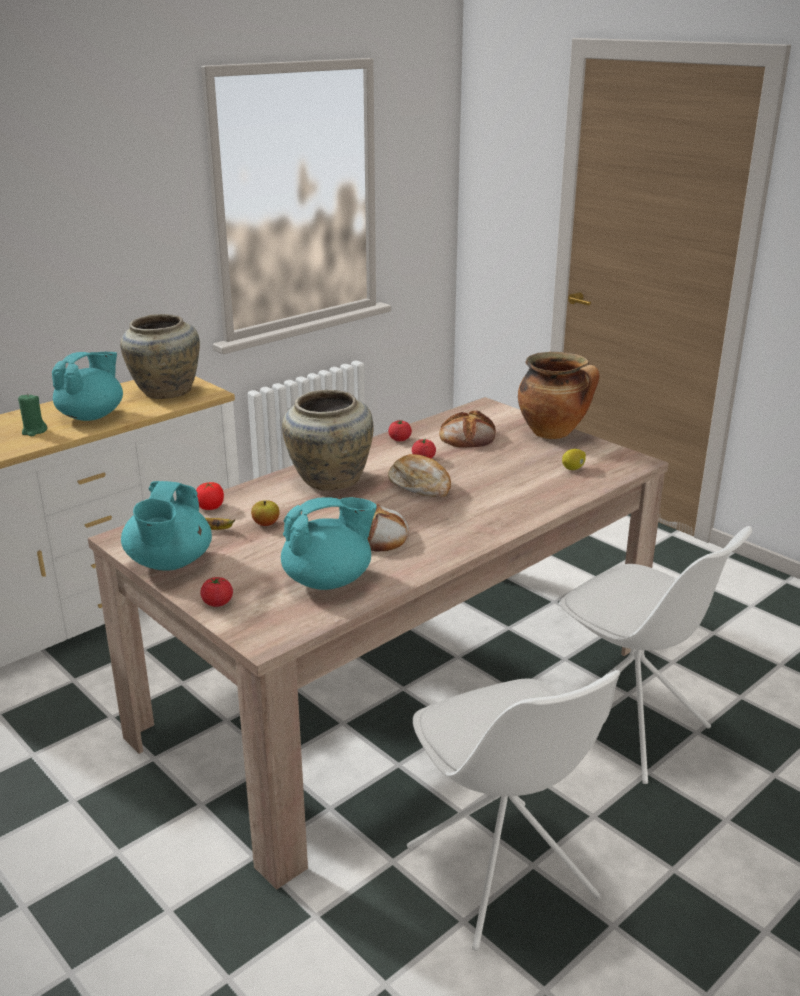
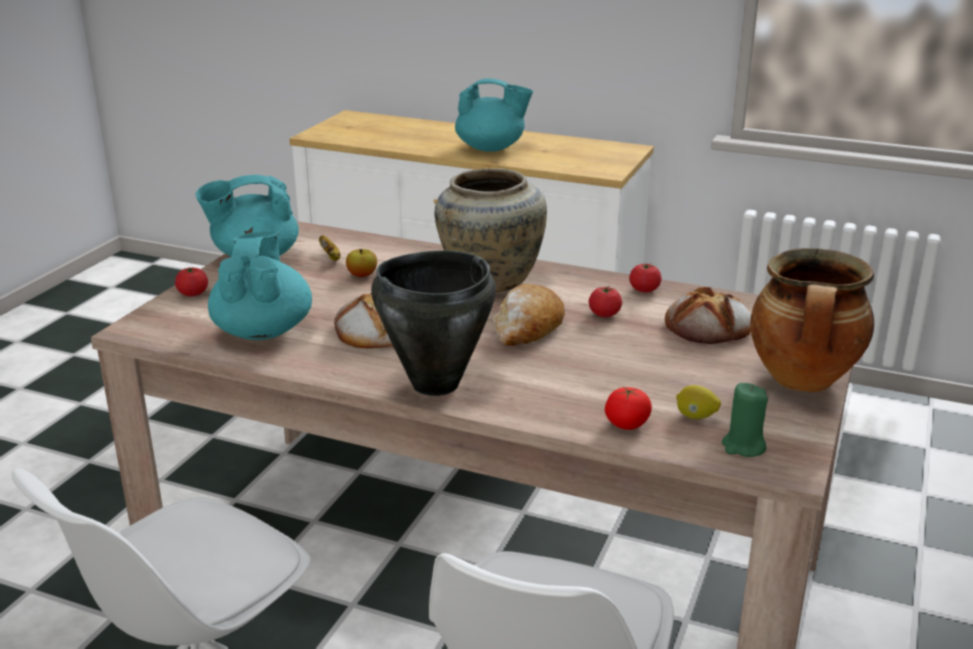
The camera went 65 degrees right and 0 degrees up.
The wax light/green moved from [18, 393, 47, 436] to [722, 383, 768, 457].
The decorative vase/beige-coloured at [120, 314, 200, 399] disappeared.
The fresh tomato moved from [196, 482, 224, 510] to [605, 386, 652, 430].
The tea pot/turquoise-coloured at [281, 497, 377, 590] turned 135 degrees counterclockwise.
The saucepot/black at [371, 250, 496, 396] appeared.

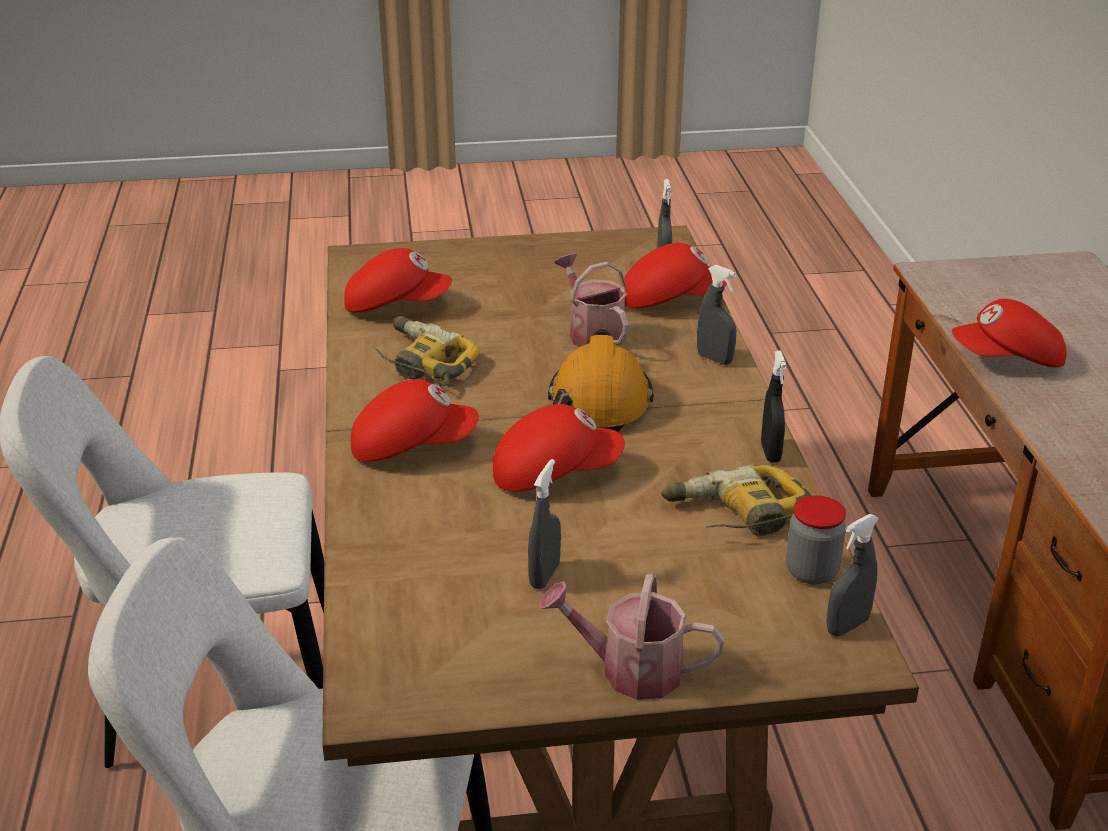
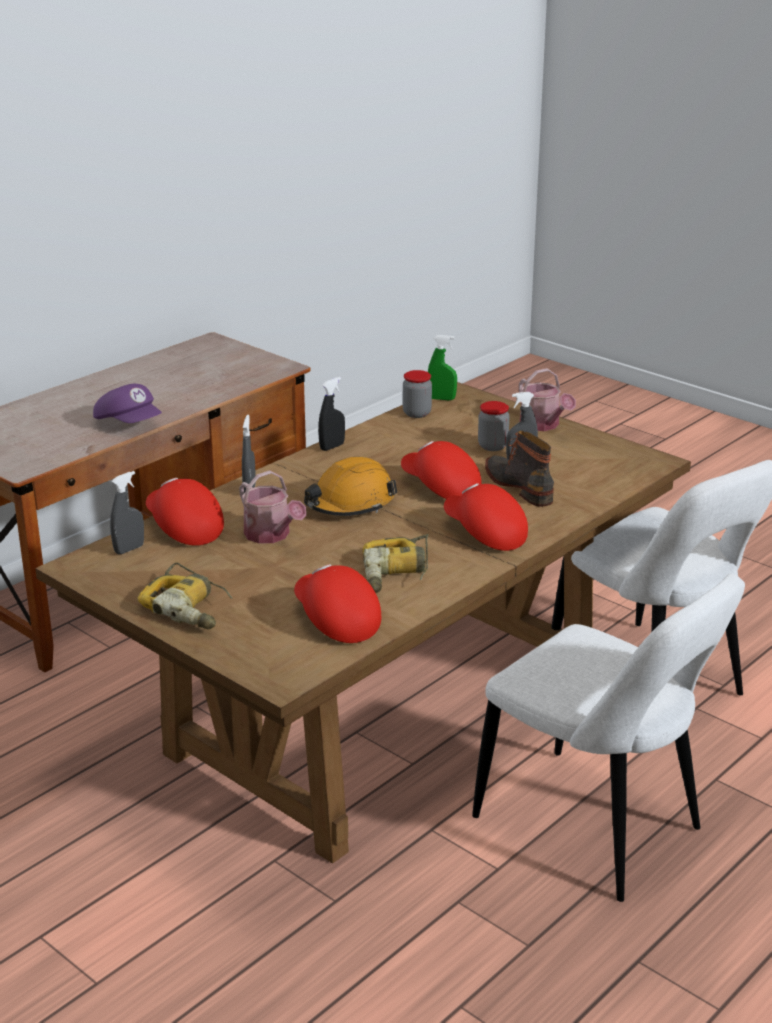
The camera went 130 degrees left and 5 degrees down.
The sprinkling can at [555, 253, 629, 347] turned 60 degrees counterclockwise.
The power drill moved from [661, 464, 811, 537] to [138, 563, 233, 629].
The hand sprayer/greyish at [827, 514, 879, 636] became the hand sprayer/green at [428, 335, 457, 400].
The cap/reddish at [952, 299, 1067, 367] became the cap/purple-coloured at [93, 384, 162, 423].
The storage jar at [478, 401, 510, 451] appeared.
The boot at [485, 430, 554, 507] appeared.

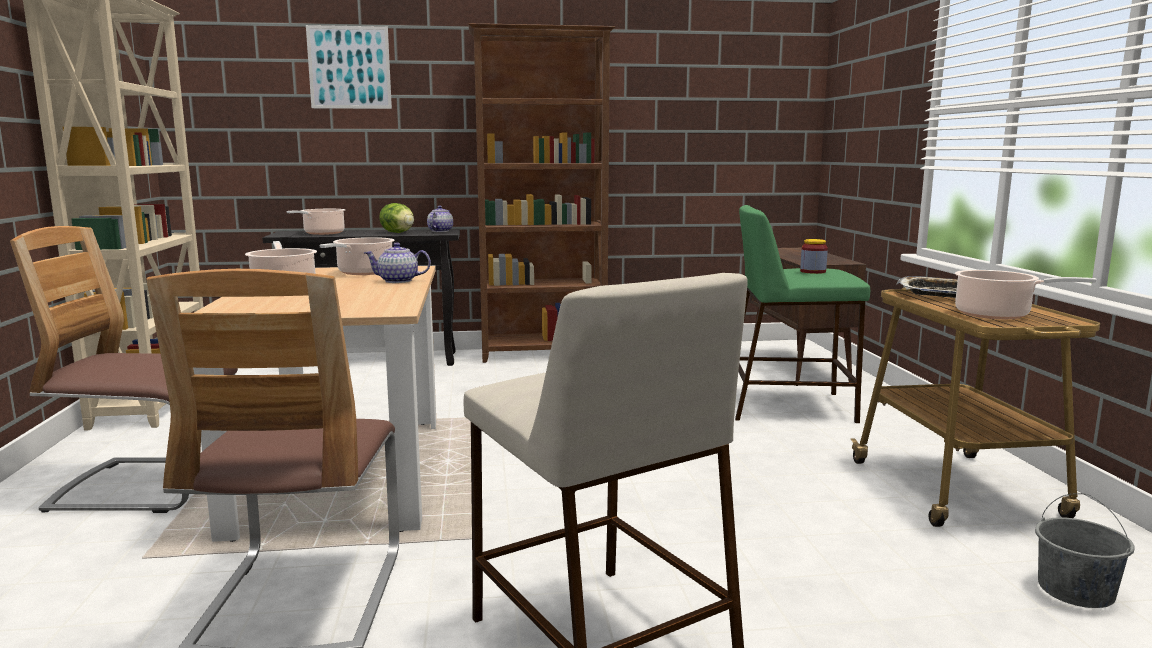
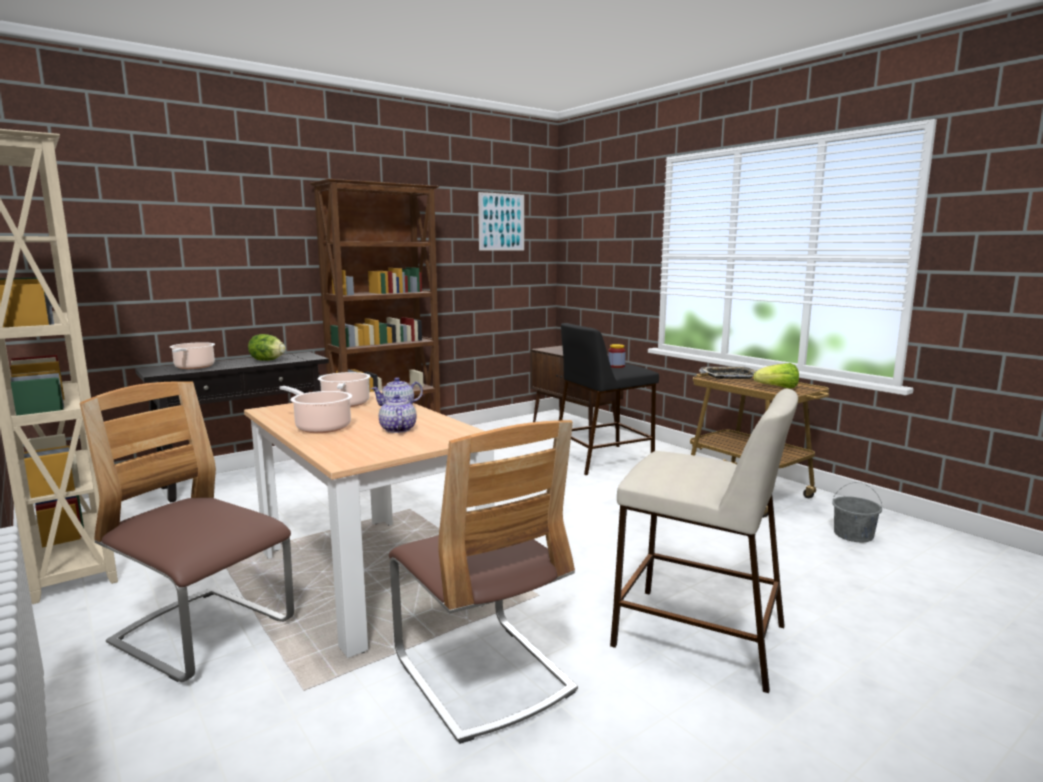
The camera went 30 degrees left and 0 degrees up.
The upright chair at [10, 226, 238, 513] turned 60 degrees clockwise.
The picture moved from [306, 25, 392, 109] to [478, 192, 524, 251].
The tea pot moved from [427, 206, 453, 232] to [379, 395, 416, 433].
The stool seat/green at [735, 205, 870, 423] became the stool seat/black at [559, 323, 659, 475].
The saucepot at [955, 270, 1096, 319] was replaced by the lettuce at [753, 363, 799, 388].

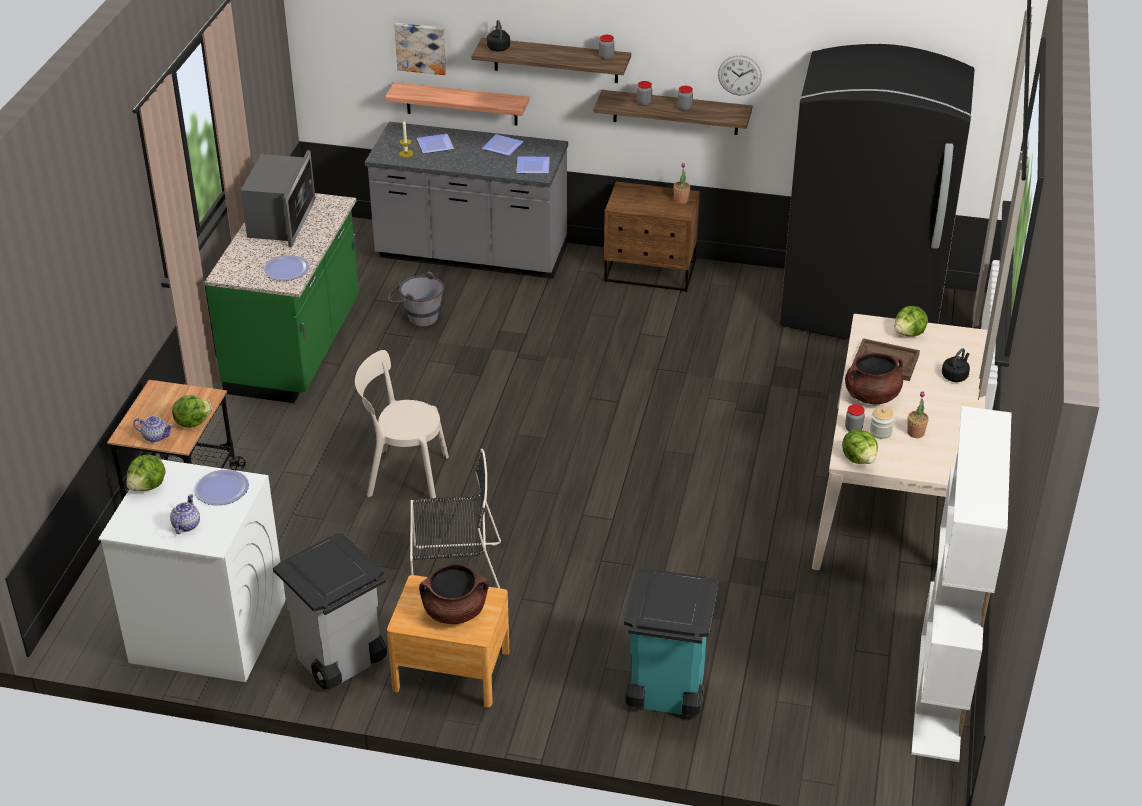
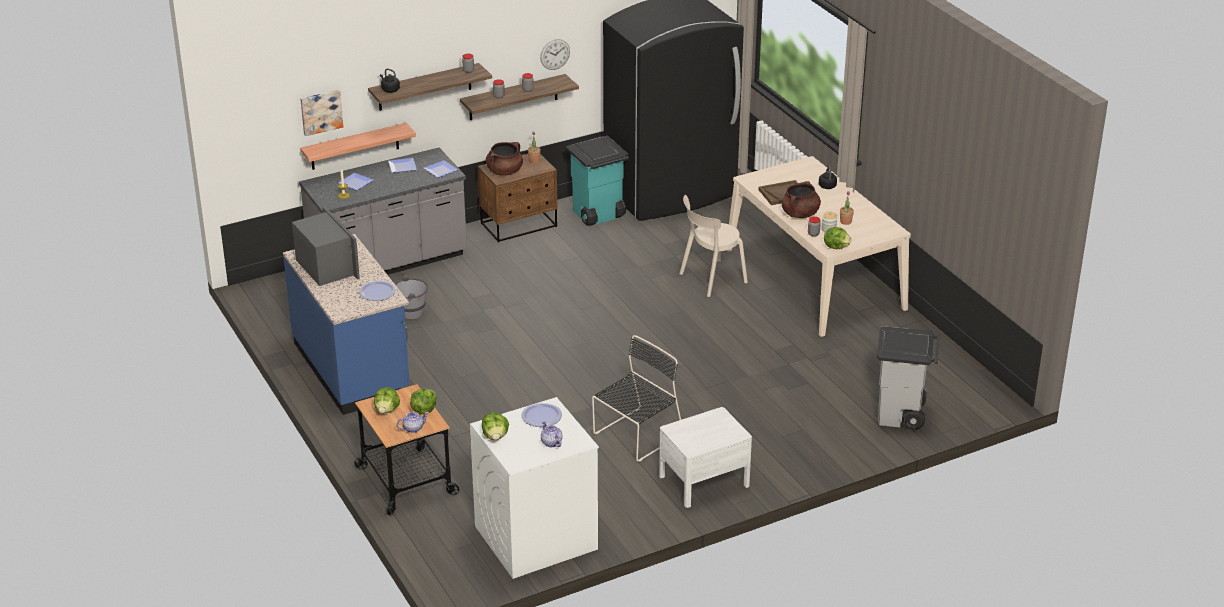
The camera went 40 degrees left and 5 degrees down.
The counter/green at [204, 193, 359, 403] became the counter/bluish at [283, 234, 410, 415].
The waste bin/greyish moved from [273, 532, 387, 689] to [877, 326, 939, 430].
The upright chair/beige-coloured moved from [355, 350, 449, 502] to [679, 195, 748, 297].
The bedside table/brown-coloured at [387, 575, 509, 707] became the bedside table/white at [659, 407, 752, 508].
The saucepot/brown-coloured moved from [419, 564, 489, 624] to [486, 142, 523, 176].
The waste bin/turquoise-coloured moved from [624, 569, 719, 716] to [566, 136, 629, 226].
The lettuce moved from [894, 306, 928, 336] to [374, 387, 400, 413].
The bookcase/white at [911, 406, 1012, 762] disappeared.

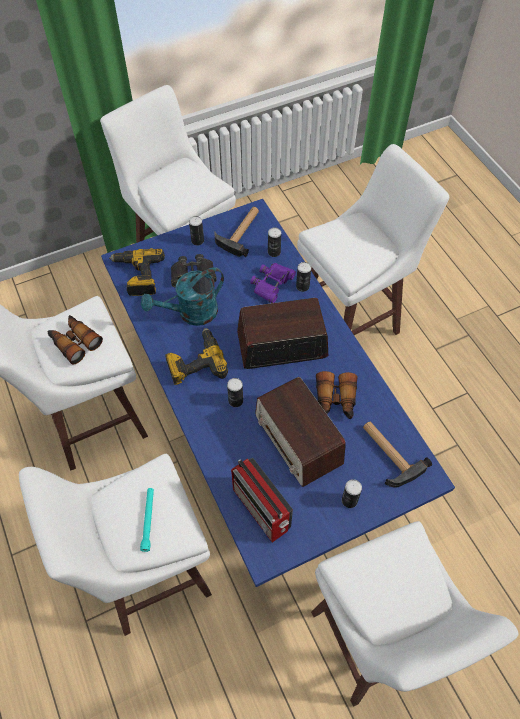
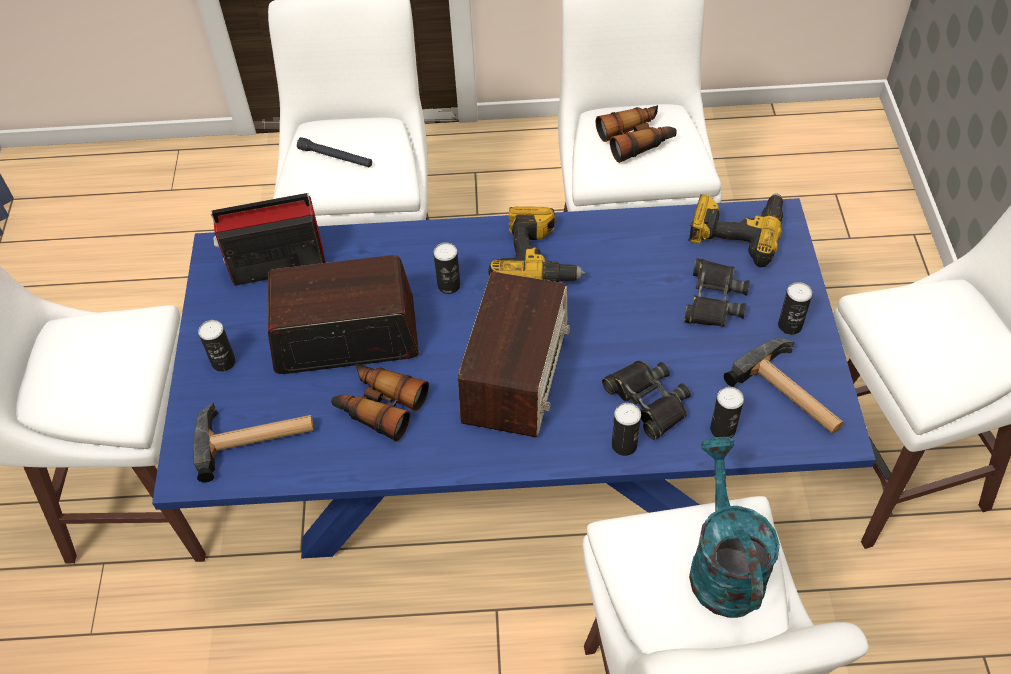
The camera went 115 degrees right and 5 degrees down.
The flashlight/turquoise-coloured at [140, 488, 154, 552] became the flashlight/black at [297, 137, 372, 167].
The sprinkling can/turquoise-coloured moved from [141, 267, 224, 326] to [689, 437, 780, 618].
The field glasses/purple-coloured at [250, 263, 296, 303] became the field glasses/black at [602, 361, 691, 440].

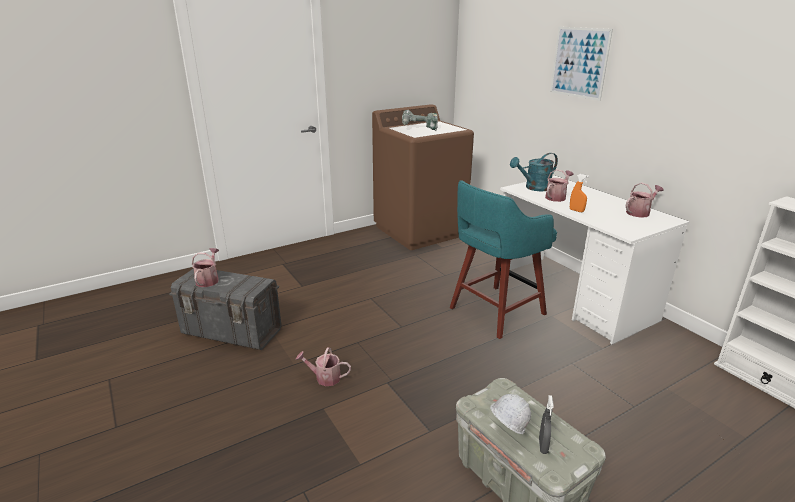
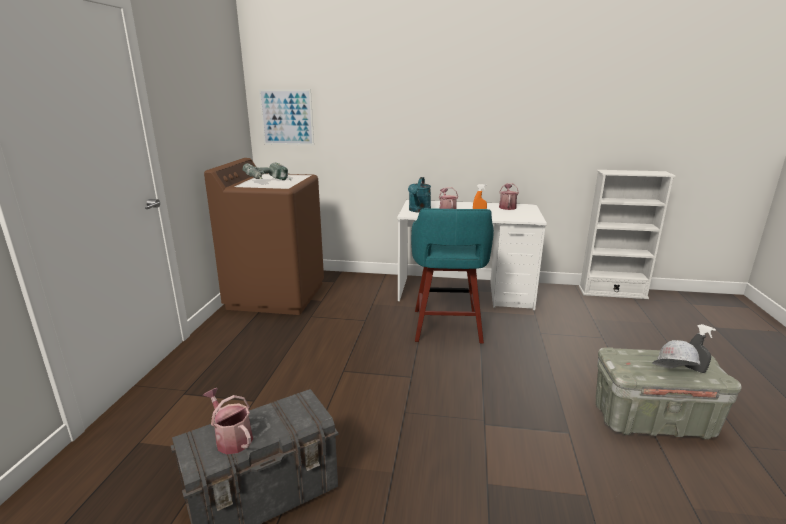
The camera went 50 degrees left and 5 degrees down.
The sprinkling can at [296, 348, 351, 386] disappeared.
The picture moved from [550, 27, 613, 101] to [259, 89, 314, 145].

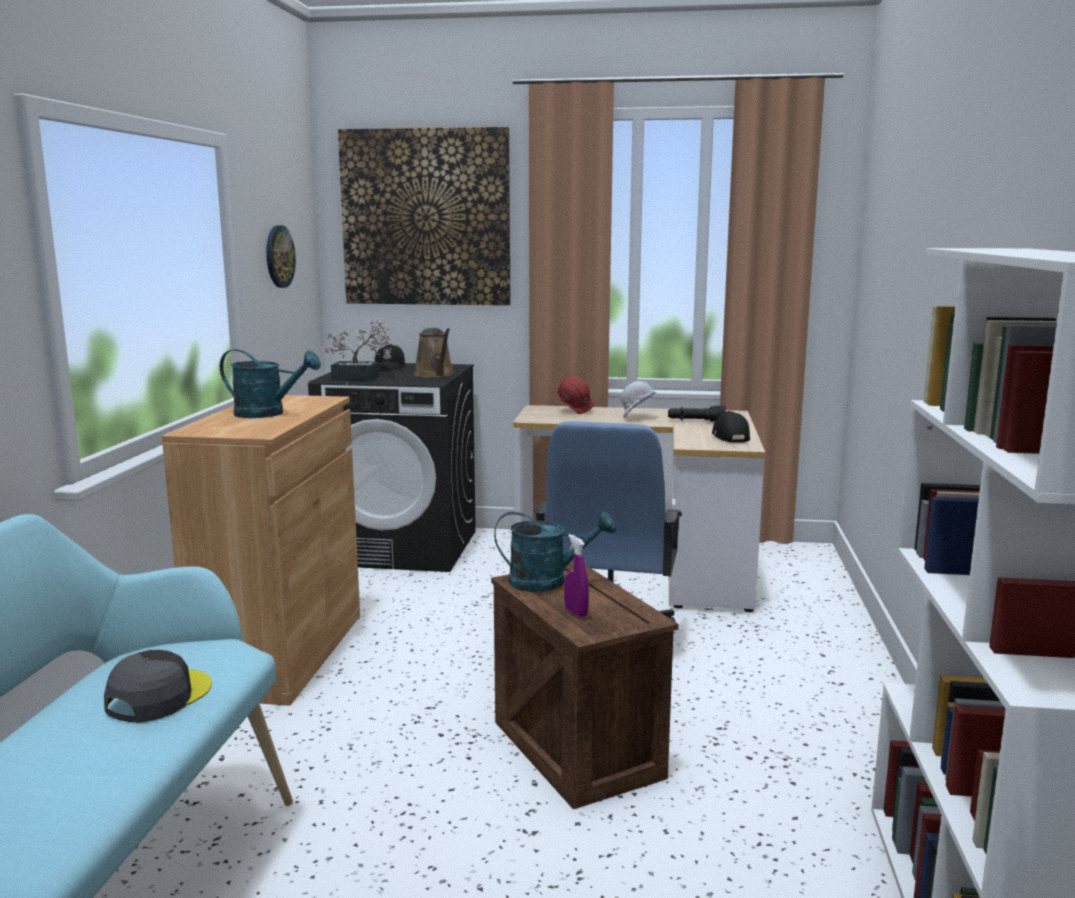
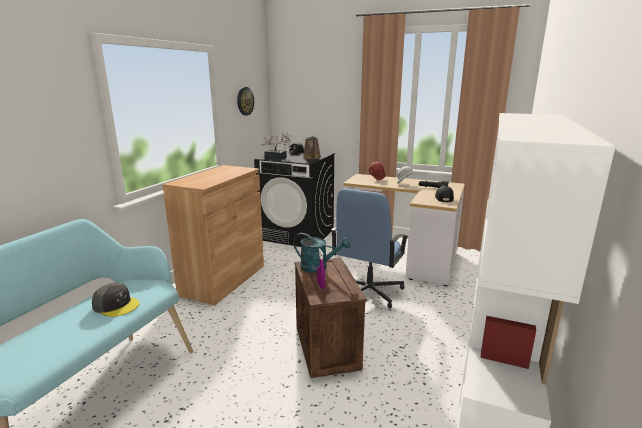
The camera went 15 degrees right and 5 degrees up.
The cap/greyish at [104, 650, 212, 723] turned 75 degrees clockwise.
The sprinkling can/turquoise-coloured at [220, 349, 321, 418] disappeared.
The picture at [338, 127, 510, 305] disappeared.

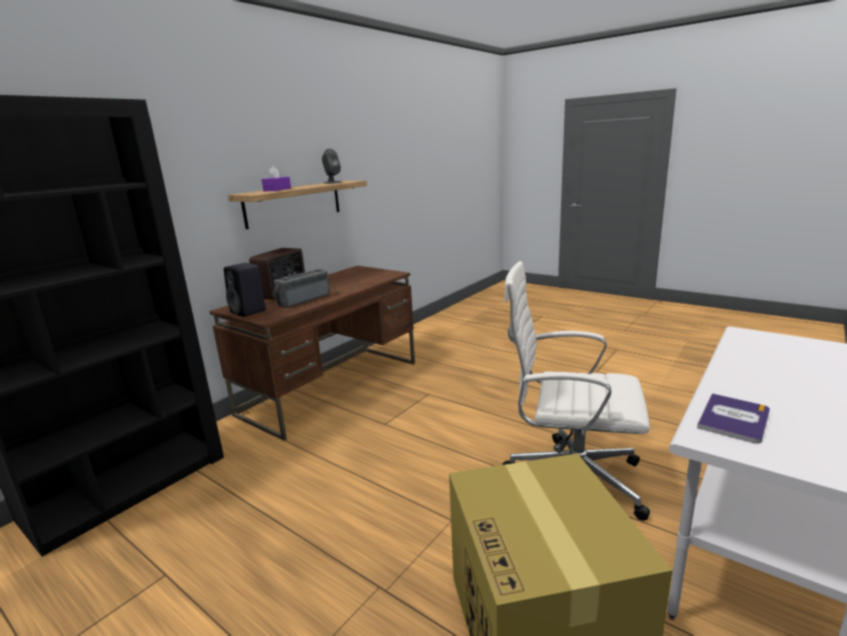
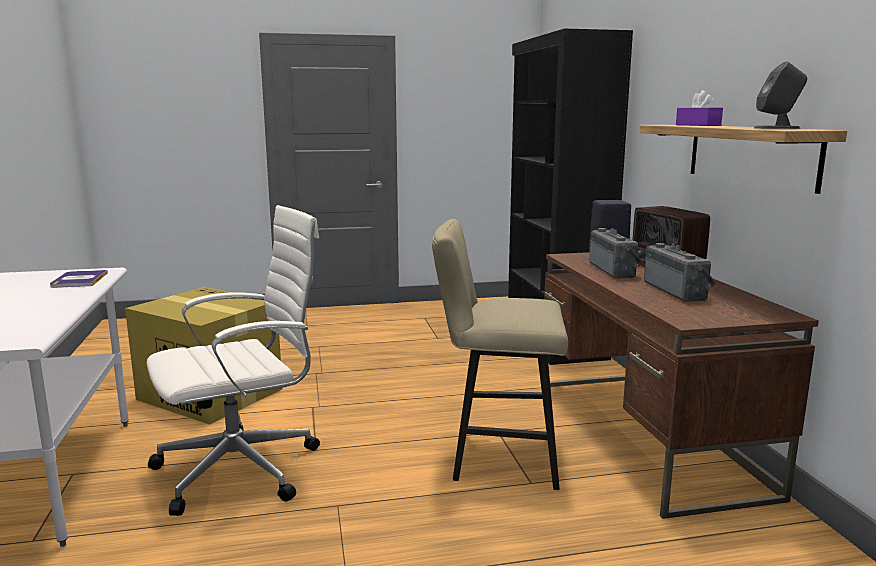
The camera went 130 degrees right and 5 degrees down.
The stool seat/beige-coloured at [432, 219, 568, 490] appeared.
The radio at [644, 243, 717, 302] appeared.

